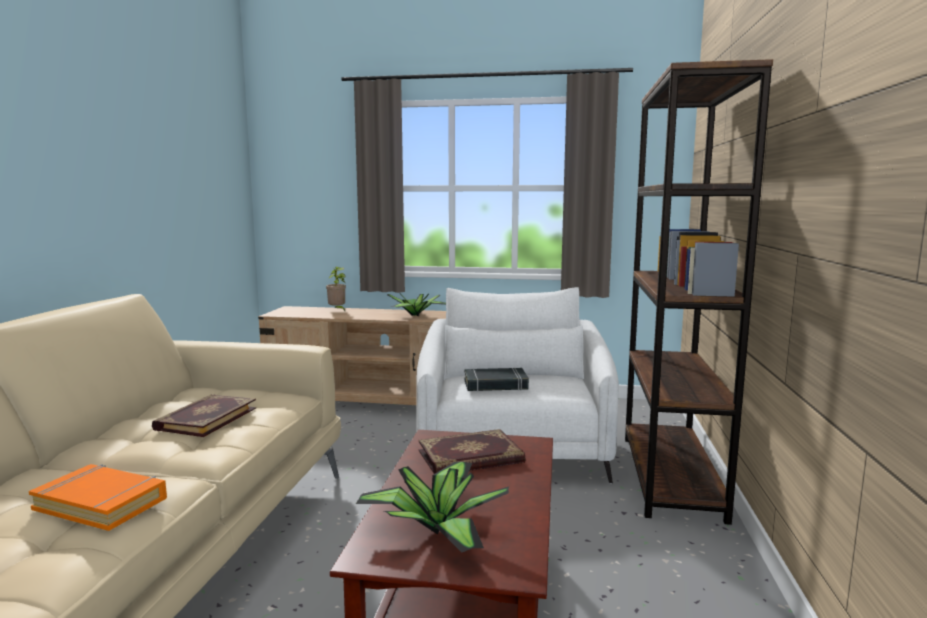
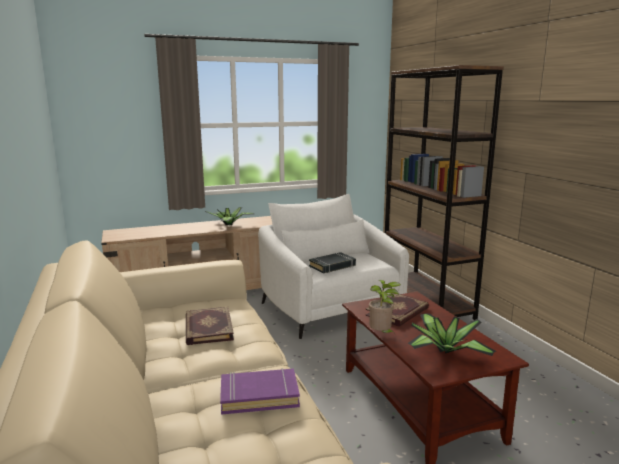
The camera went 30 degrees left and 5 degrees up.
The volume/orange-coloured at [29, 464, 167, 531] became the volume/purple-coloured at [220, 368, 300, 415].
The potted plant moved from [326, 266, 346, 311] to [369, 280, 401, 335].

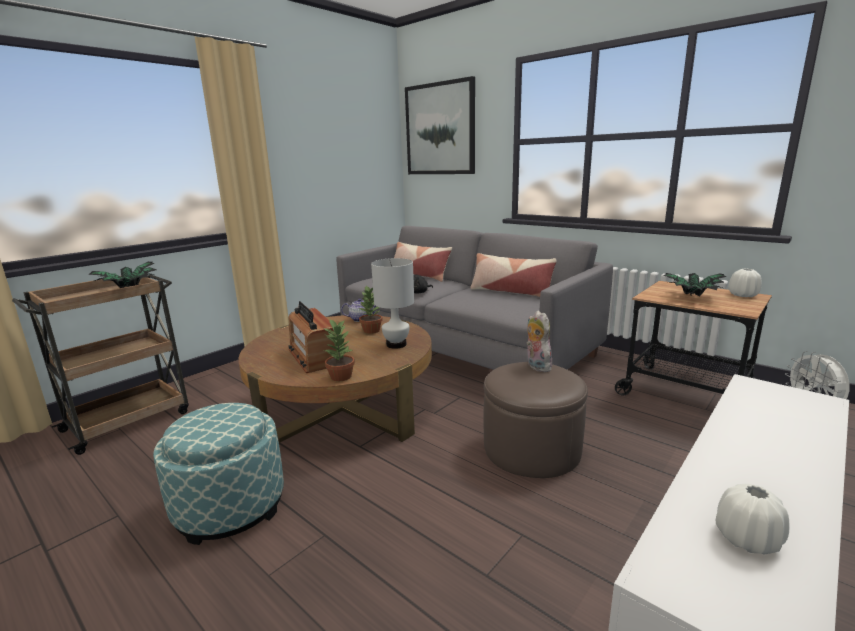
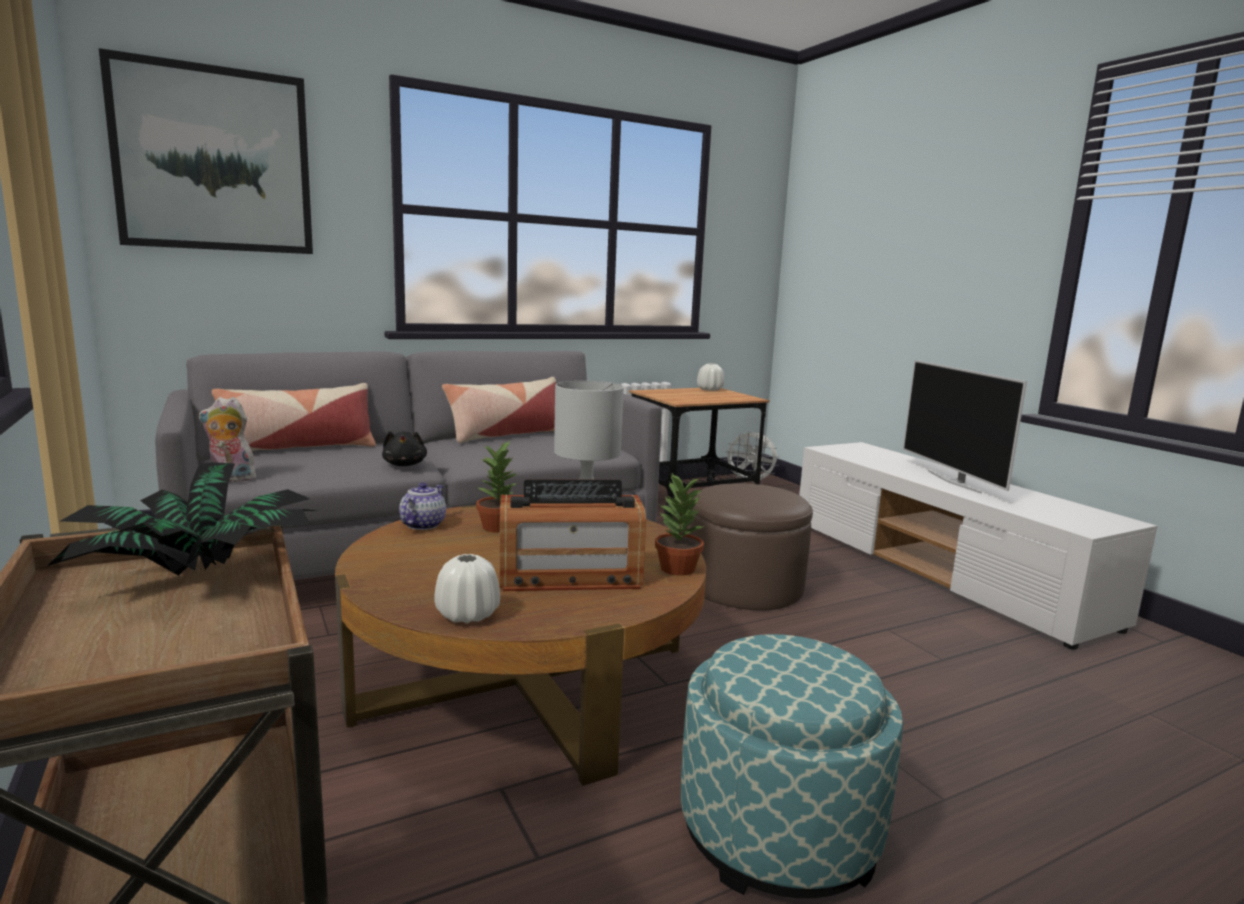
The camera went 70 degrees left and 5 degrees down.
The cuddly toy moved from [527, 311, 552, 372] to [199, 397, 256, 482].
The potted plant at [663, 273, 726, 297] disappeared.
The decorative vase/white moved from [716, 484, 789, 554] to [434, 554, 500, 624].
The TV set at [903, 360, 1027, 494] appeared.

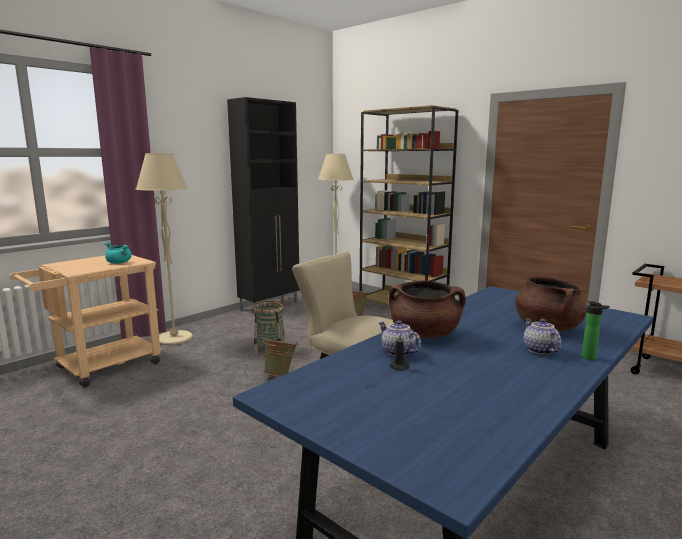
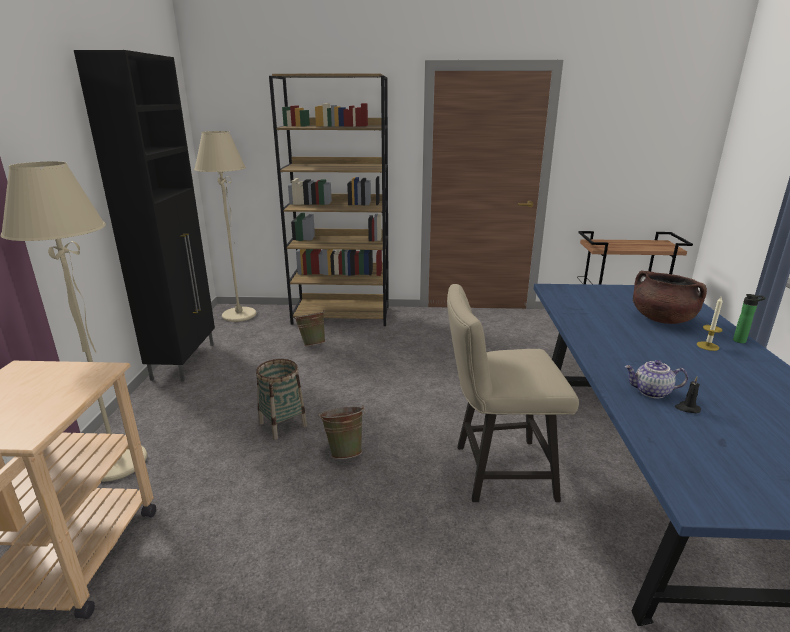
The camera went 40 degrees left and 10 degrees up.
The saucepot/turquoise-coloured at [104, 242, 131, 264] disappeared.
The saucepot/brown-coloured at [389, 281, 466, 338] disappeared.
The tea pot at [524, 319, 562, 355] was replaced by the wax light at [697, 297, 723, 351].

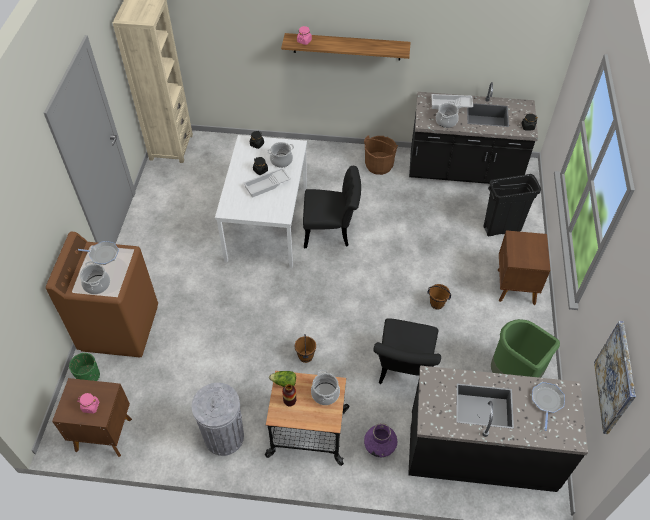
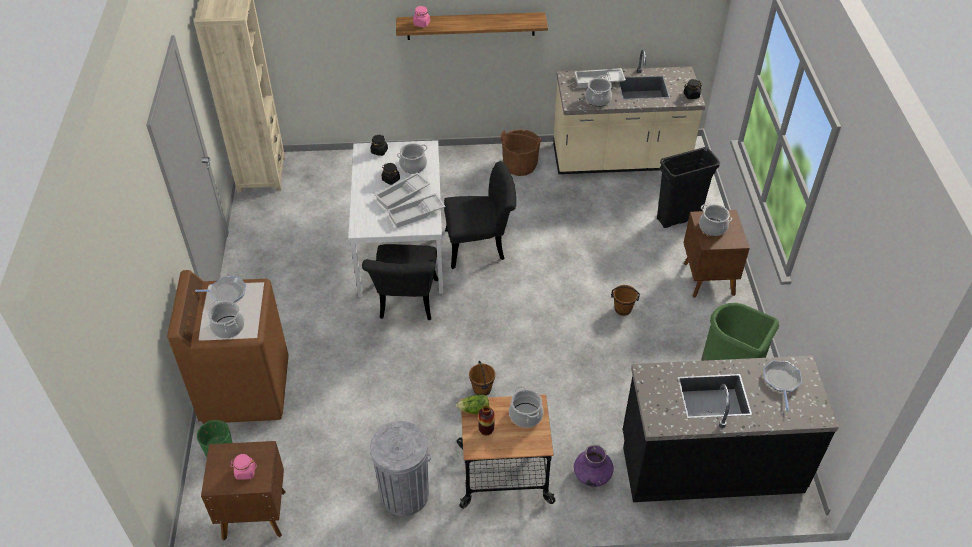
The camera went 10 degrees left and 5 degrees down.
The upright chair/black moved from [373, 318, 441, 384] to [362, 244, 438, 320].
The counter/black at [409, 82, 538, 184] became the counter/beige-coloured at [553, 50, 706, 174].
The picture at [594, 321, 636, 434] disappeared.
The carrying tray/white at [387, 193, 446, 228] appeared.
The saucepot at [699, 204, 732, 236] appeared.

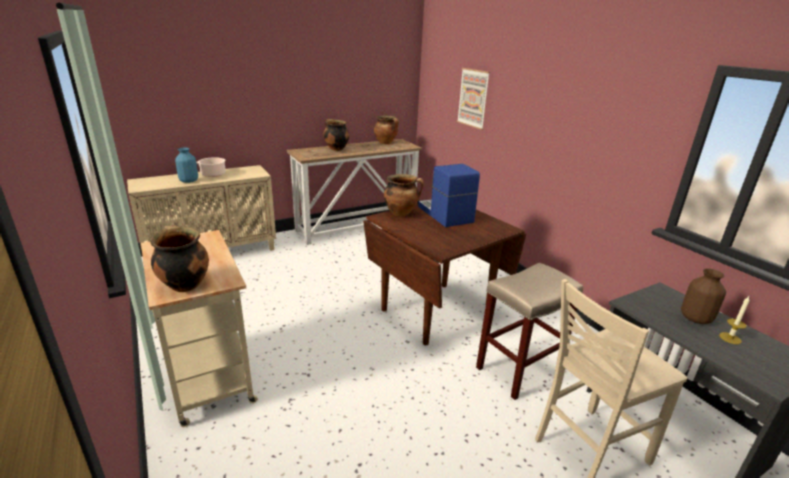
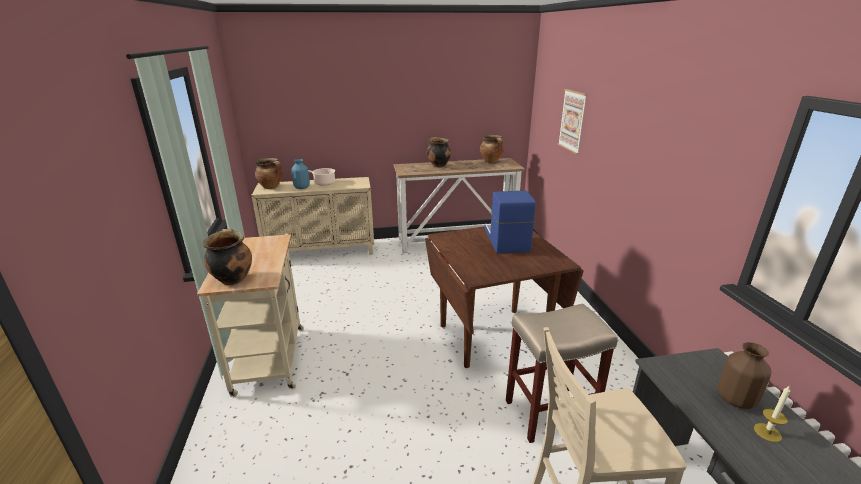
The camera went 20 degrees right and 0 degrees up.
The saucepot moved from [384, 174, 424, 216] to [255, 158, 283, 189].

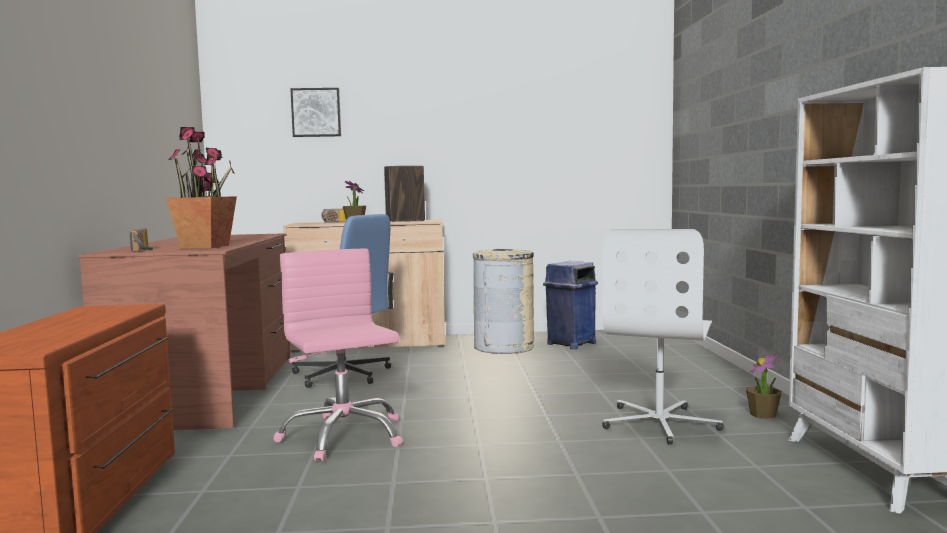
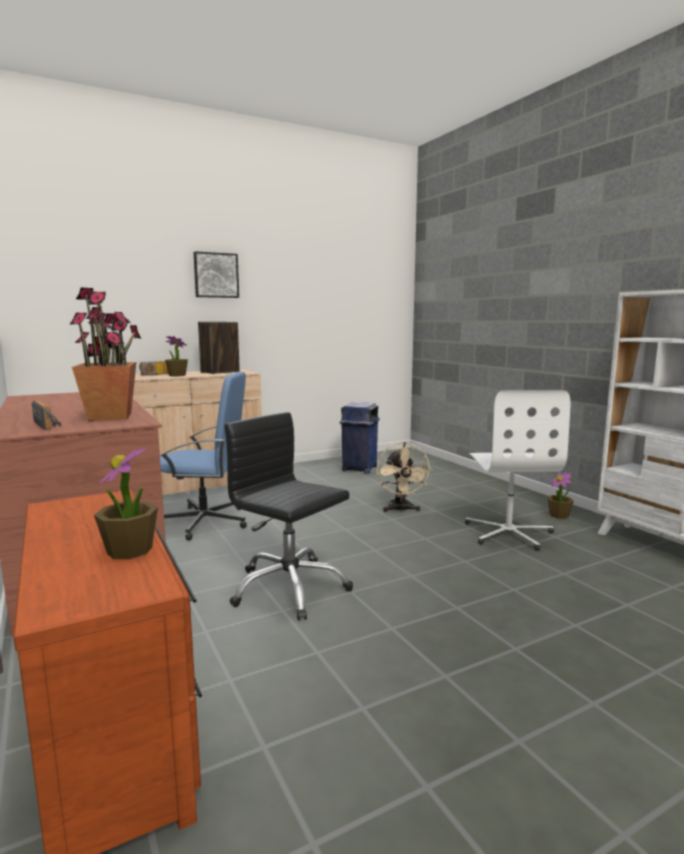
The camera went 25 degrees left and 5 degrees up.
The office chair/pink-coloured at [273, 249, 403, 462] became the office chair/black at [224, 412, 353, 621].
The picture moved from [290, 88, 341, 137] to [194, 251, 239, 298].
The waste bin/beige-coloured at [473, 249, 534, 354] disappeared.
The potted plant at [94, 445, 158, 559] appeared.
The cooling fan/beige-coloured at [376, 442, 432, 512] appeared.

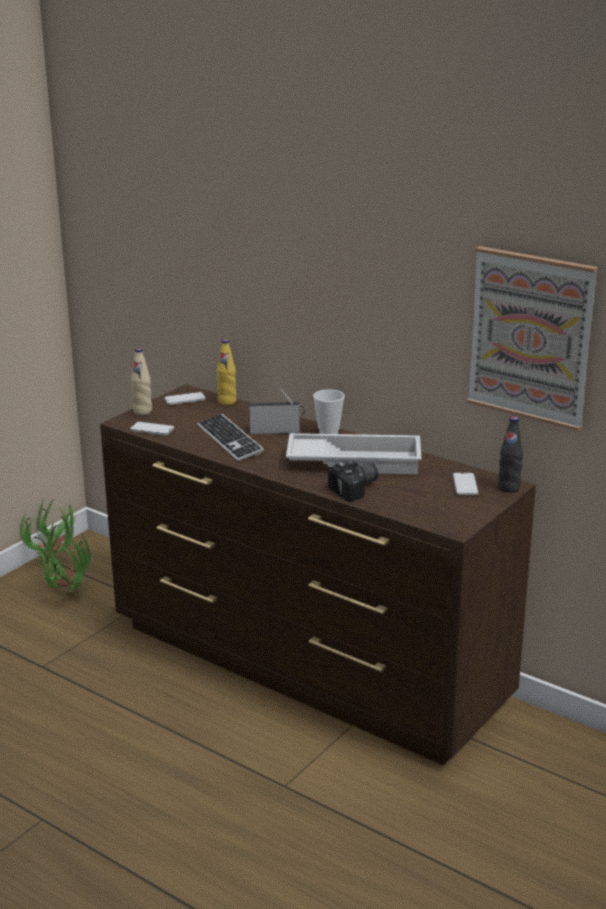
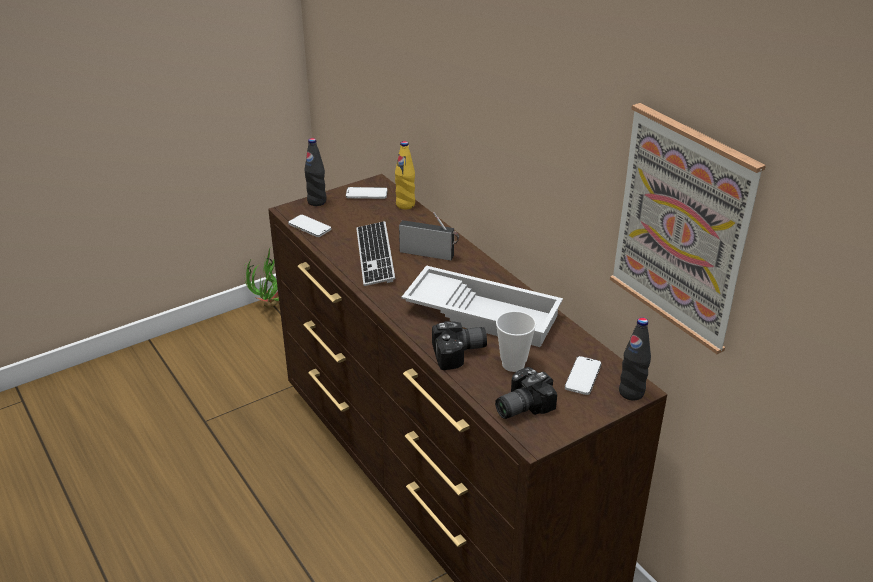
The camera went 20 degrees right and 10 degrees up.
The potted plant at [32, 532, 91, 596] disappeared.
The drink bottle/beige-coloured at [131, 348, 152, 415] became the drink bottle/black at [304, 138, 326, 206].
The small cup moved from [313, 389, 345, 434] to [496, 311, 536, 372].
The still camera at [495, 367, 557, 419] appeared.

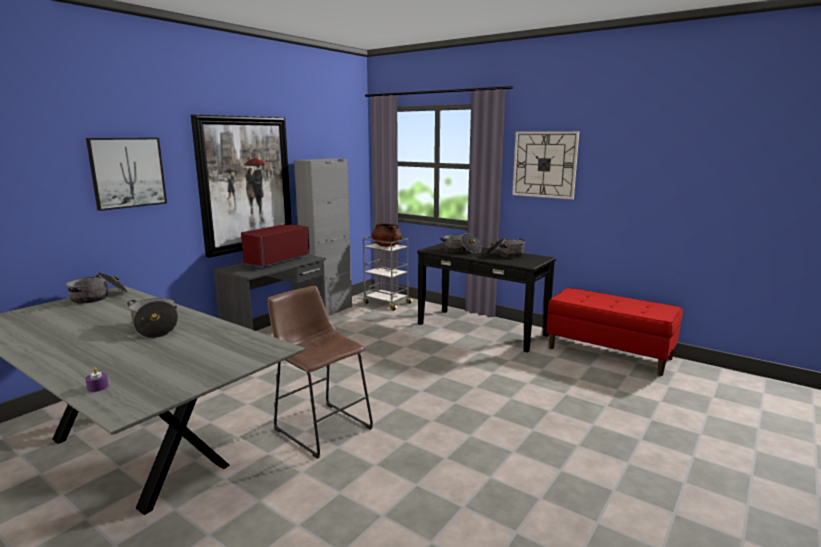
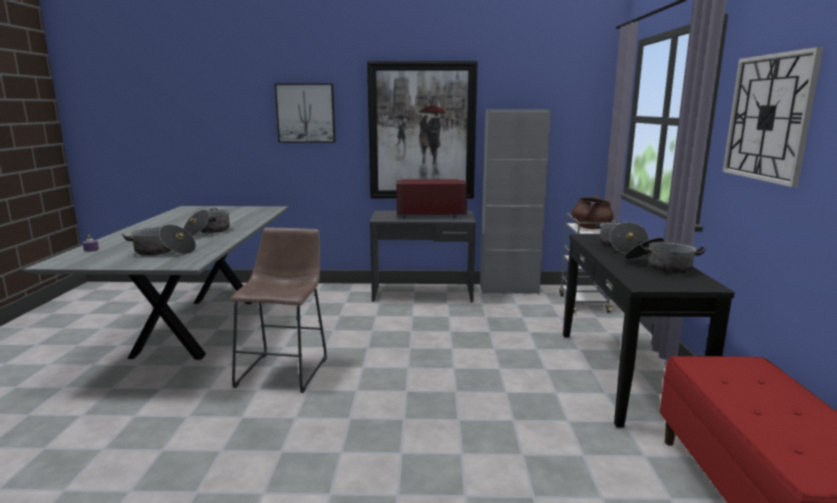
The camera went 55 degrees right and 0 degrees up.
The saucepot moved from [66, 272, 128, 303] to [122, 225, 196, 256].

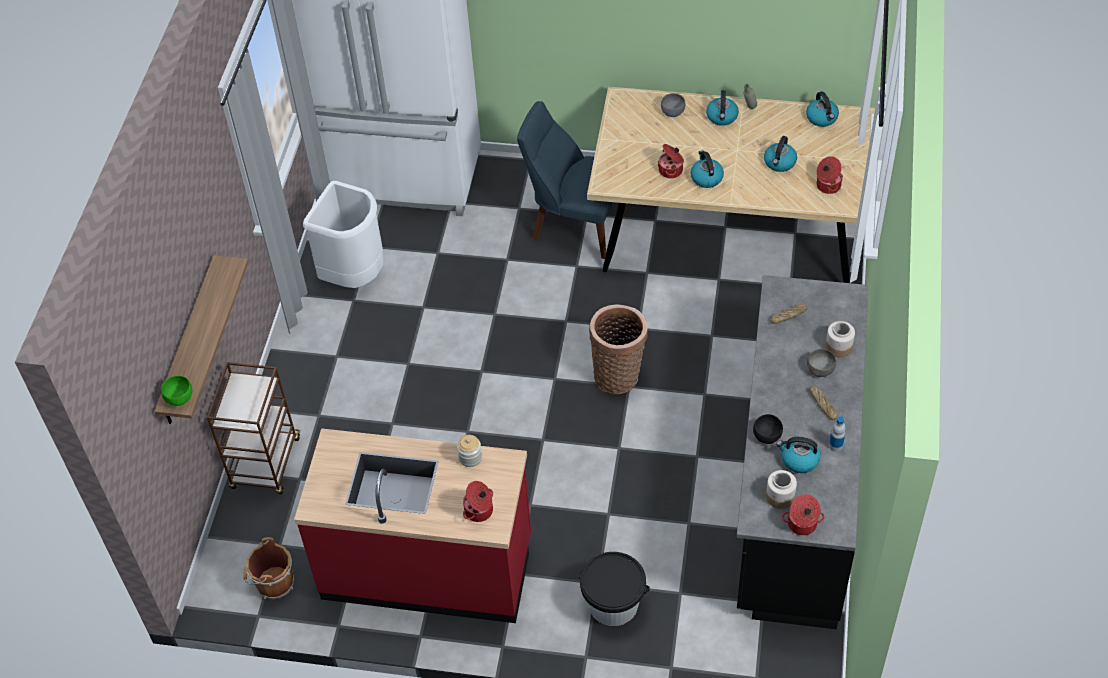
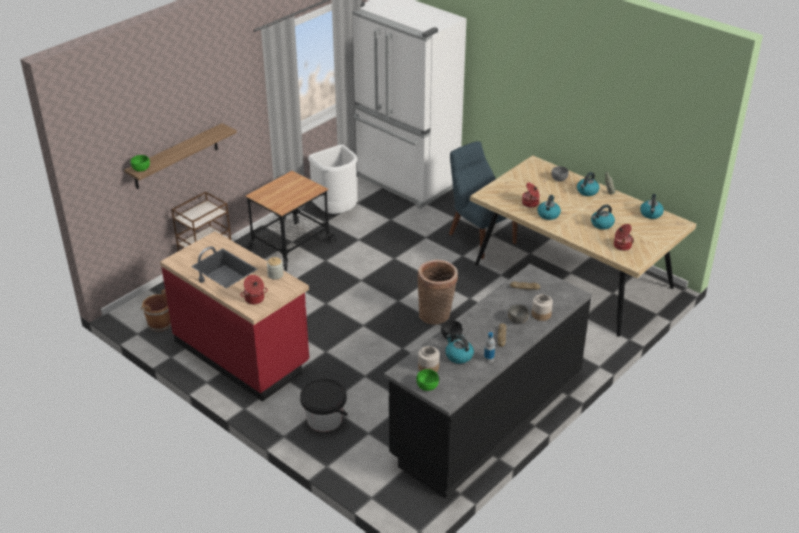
The camera went 30 degrees right and 15 degrees down.
The saucepot at [782, 494, 825, 535] was replaced by the deep dish/green at [416, 369, 439, 391].
The cart at [245, 171, 335, 271] appeared.

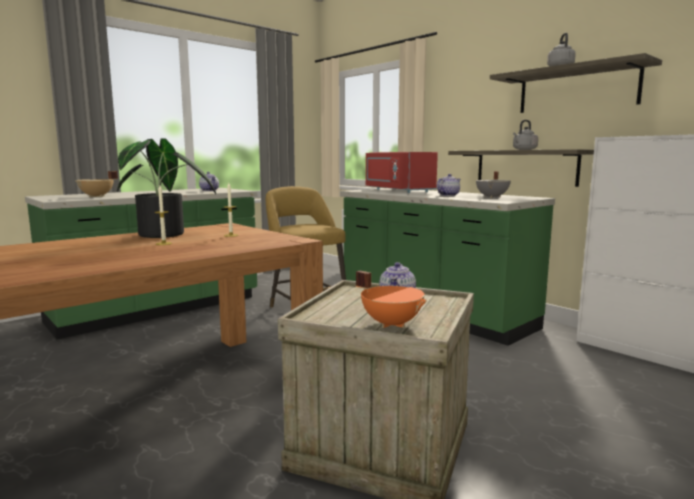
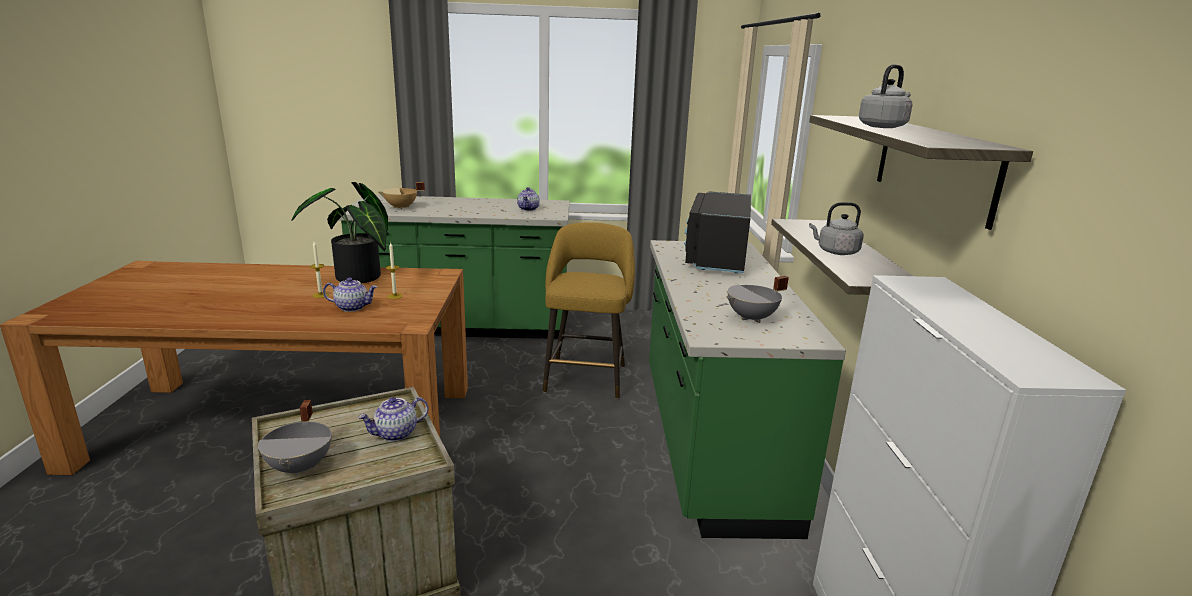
The camera went 40 degrees right and 10 degrees up.
The saucepot/orange-coloured at [356, 271, 427, 328] became the saucepot/greyish at [258, 400, 331, 477].
The microwave oven/reddish at [366, 152, 438, 193] became the microwave oven/black at [684, 191, 751, 273].
The tea pot moved from [437, 174, 461, 196] to [323, 278, 377, 312].

